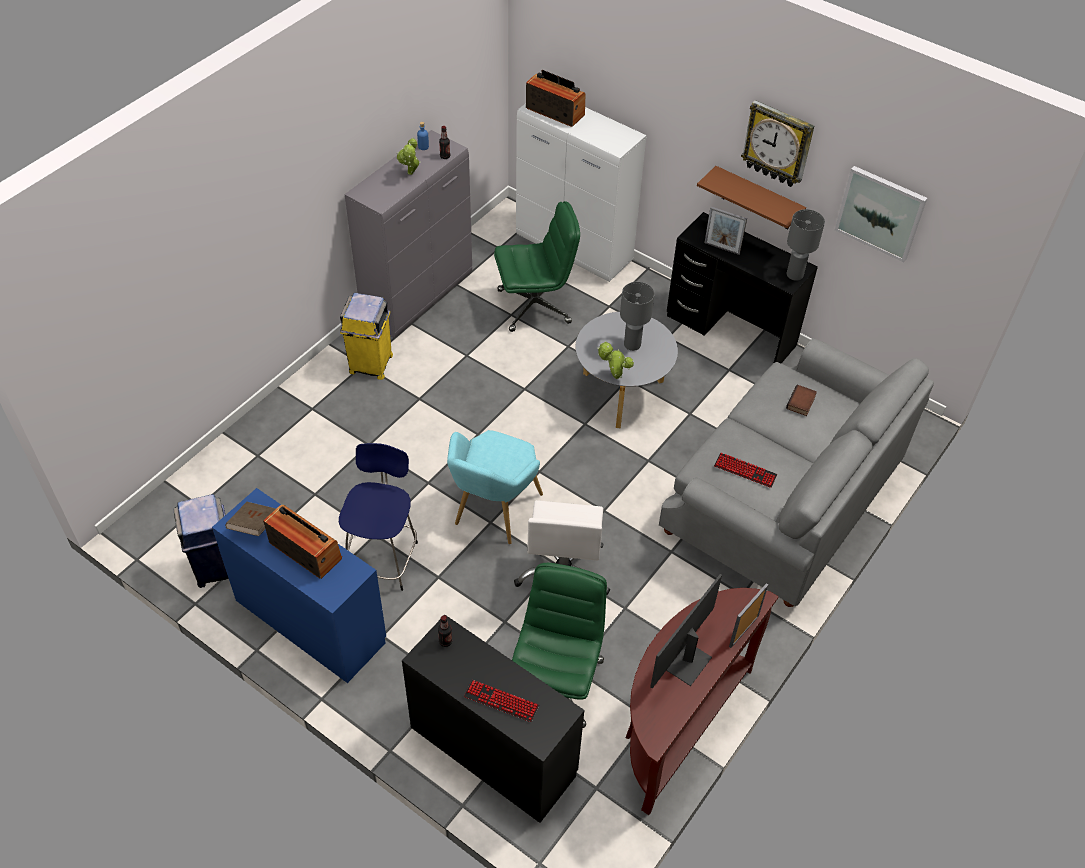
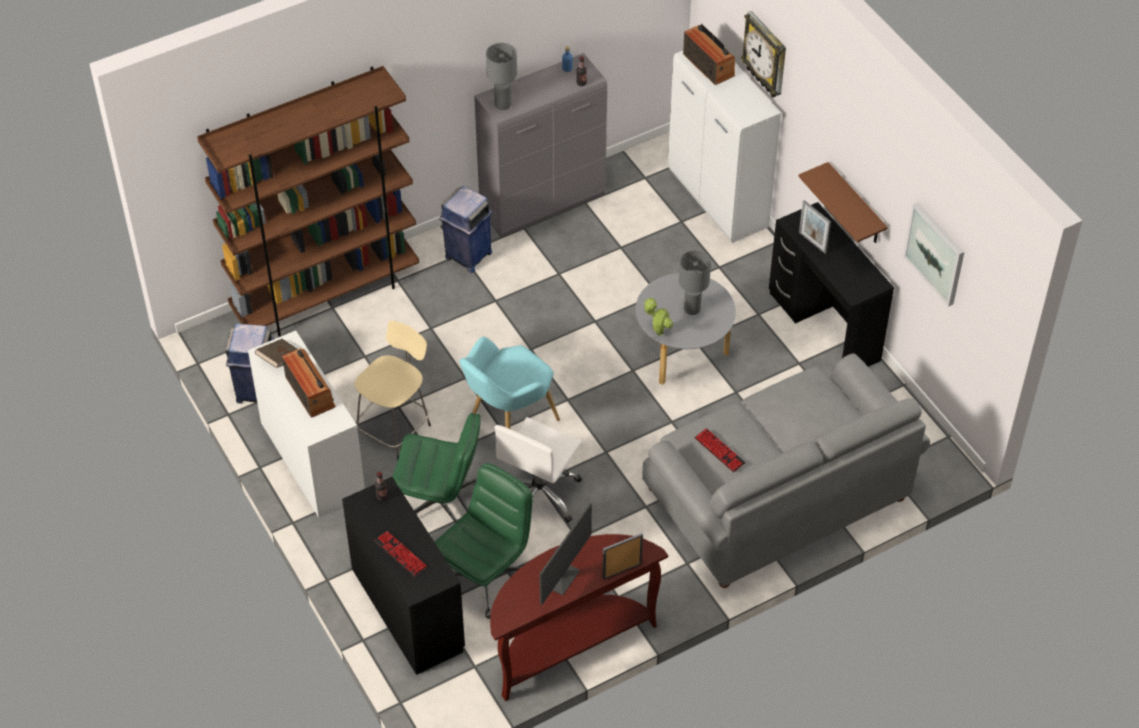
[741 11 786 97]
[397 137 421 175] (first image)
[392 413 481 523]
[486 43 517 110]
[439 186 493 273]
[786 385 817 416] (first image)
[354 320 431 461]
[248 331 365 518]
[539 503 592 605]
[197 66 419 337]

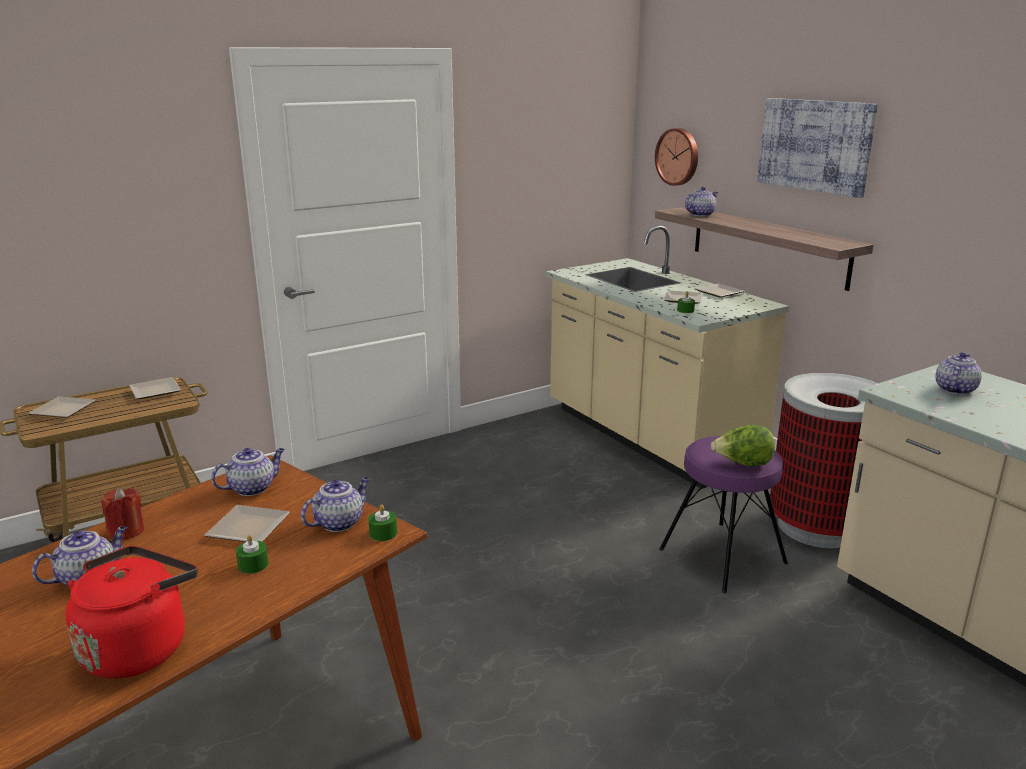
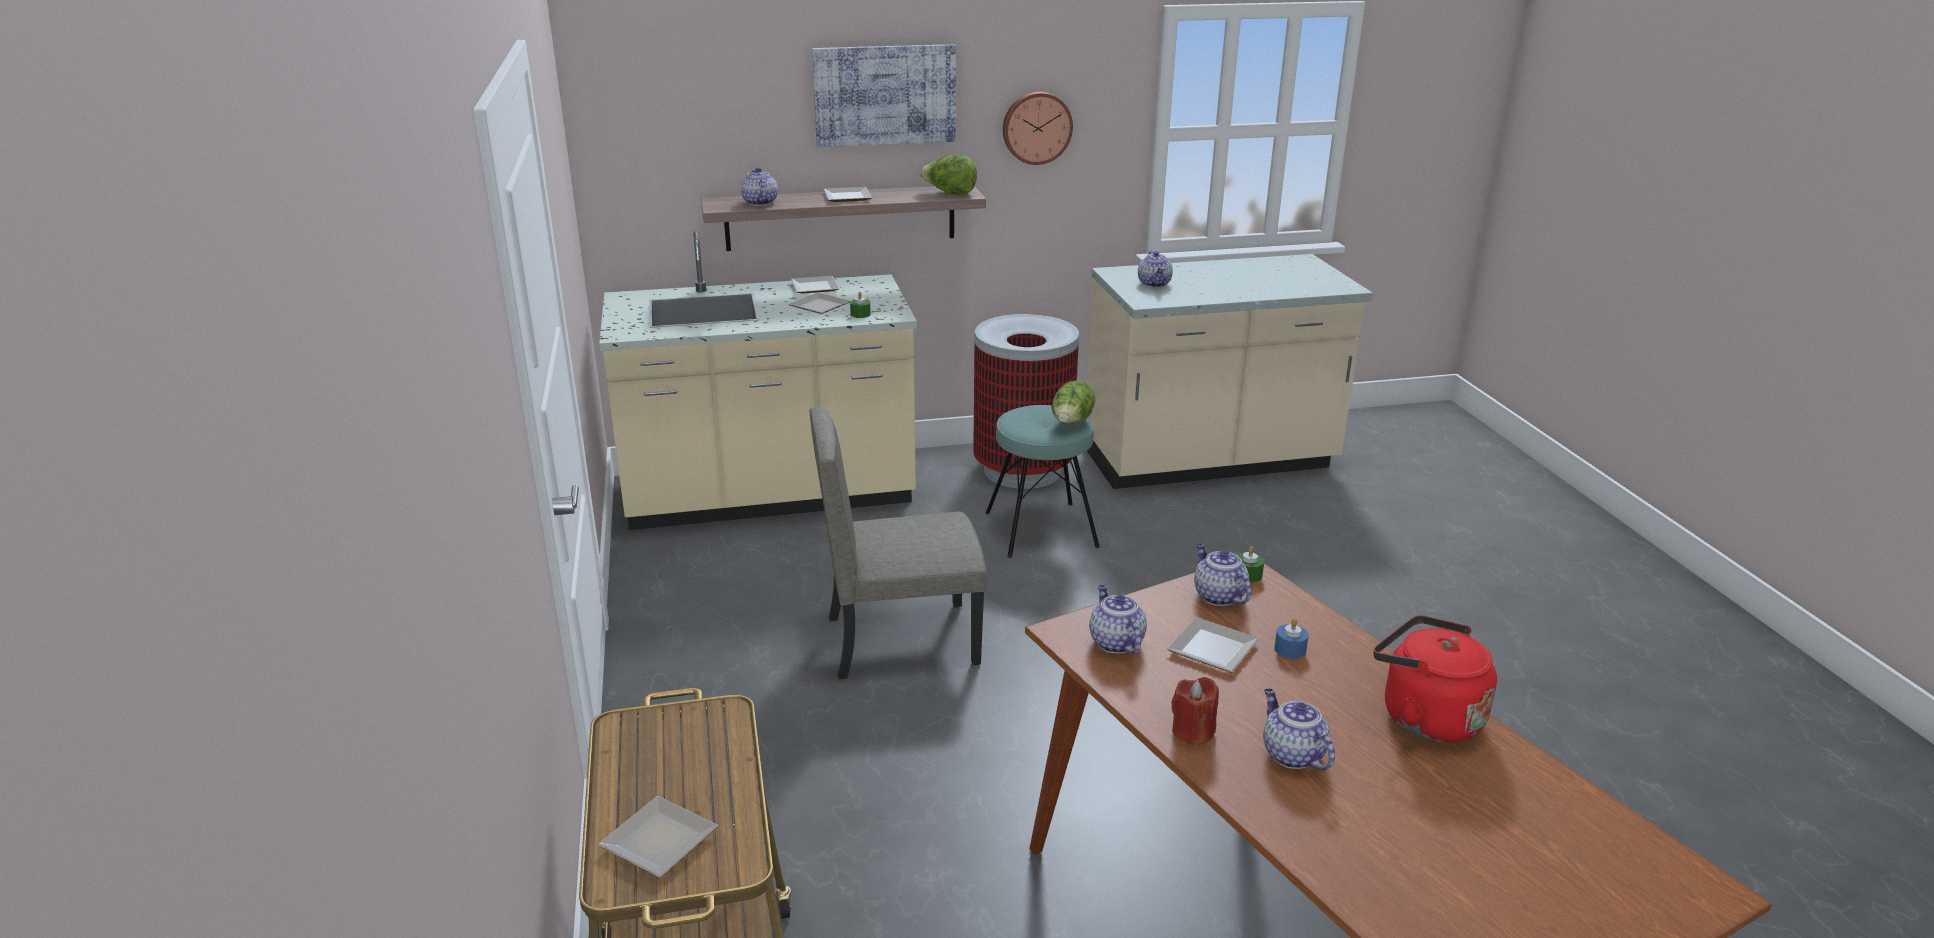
[1003 92 1073 165]
[1138 251 1173 288]
[824 187 872 202]
[985 405 1100 558]
[1274 618 1309 659]
[920 154 977 195]
[809 407 987 679]

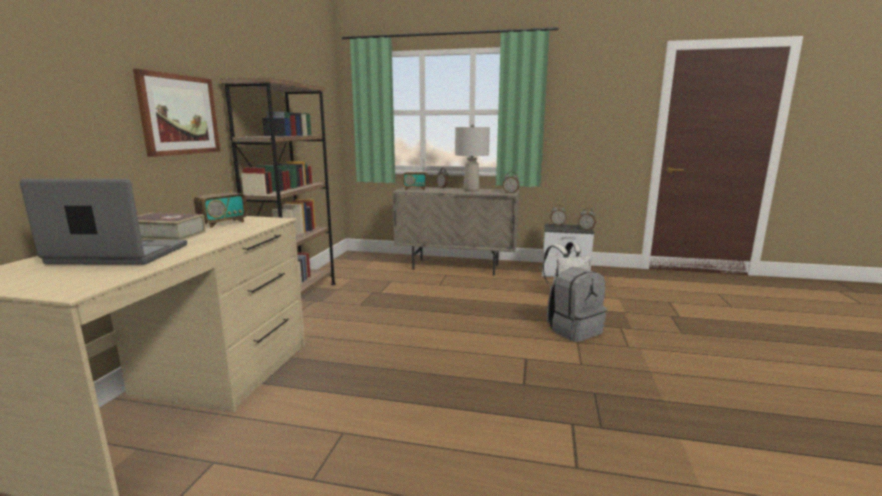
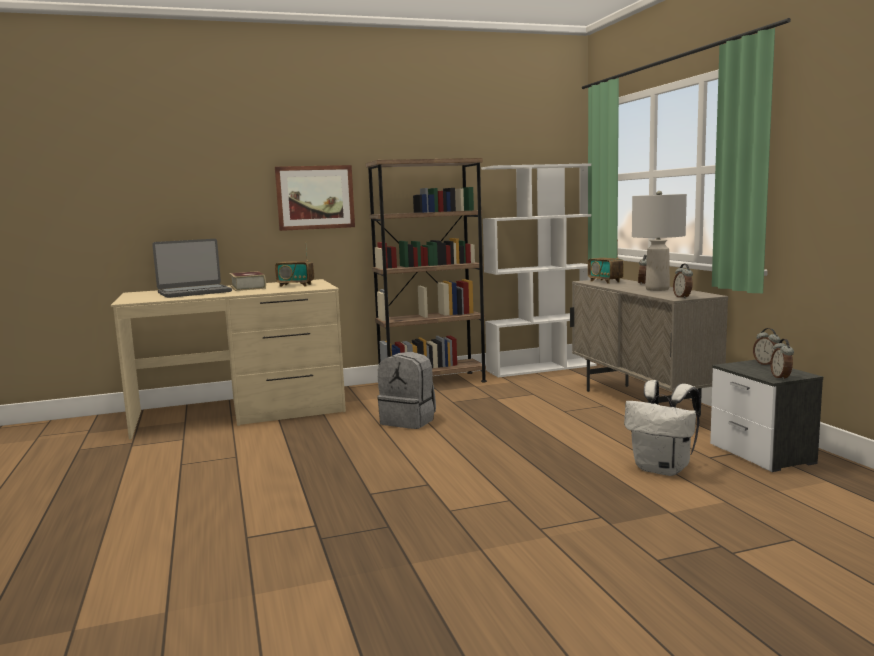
[152 239 232 298]
[377 352 436 429]
[481 163 597 377]

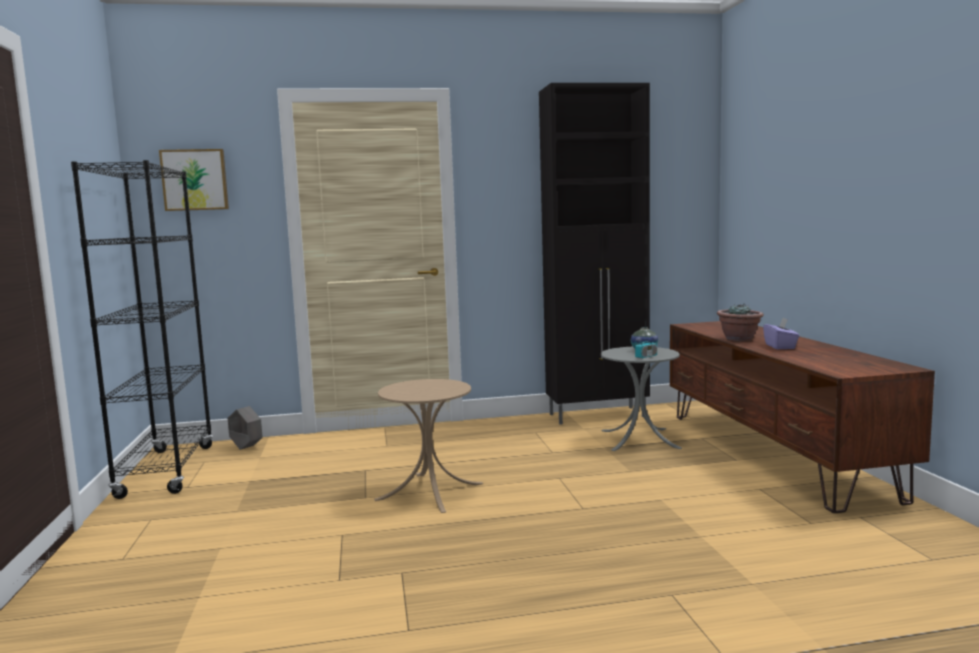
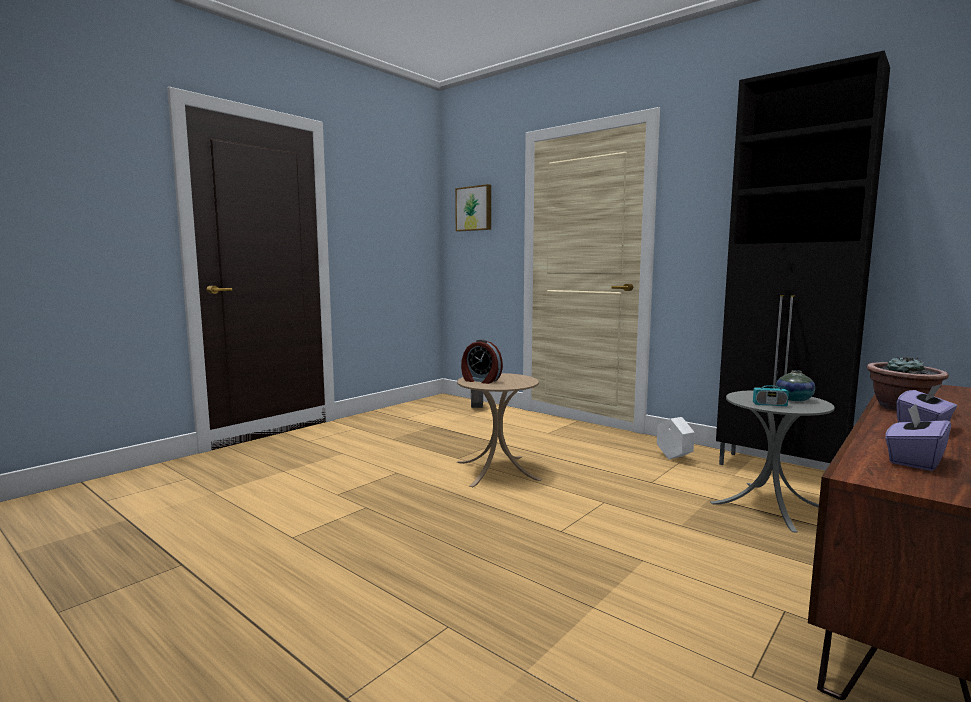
[71 160 213 499] (first image)
[461 339 503 384]
[885 404 951 471]
[657 417 695 459]

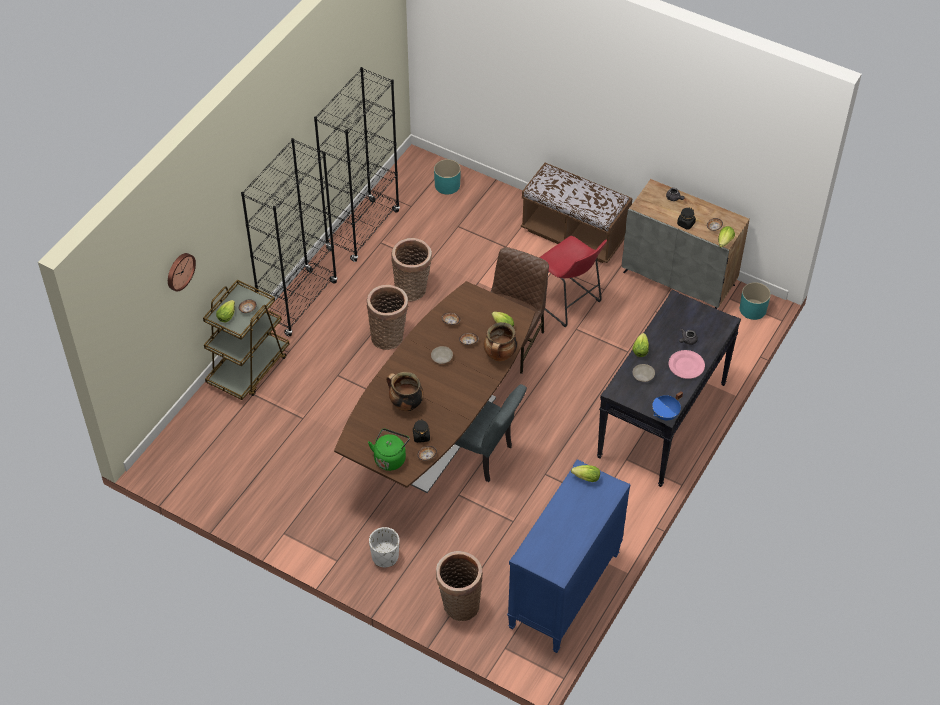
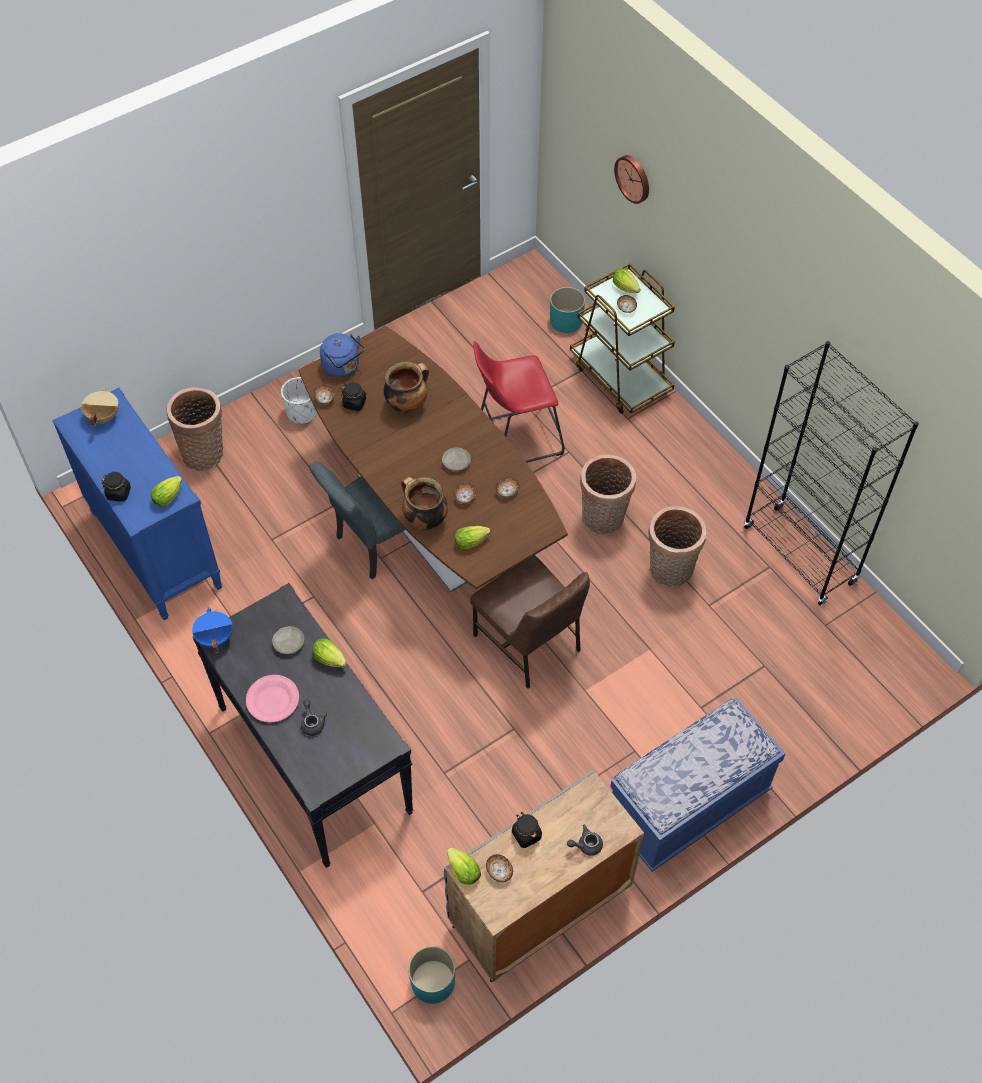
[241 138 338 337] (first image)
[550 287 585 333]
[610 698 786 872]
[473 341 565 463]
[320 333 365 377]
[81 387 118 426]
[102 472 131 502]

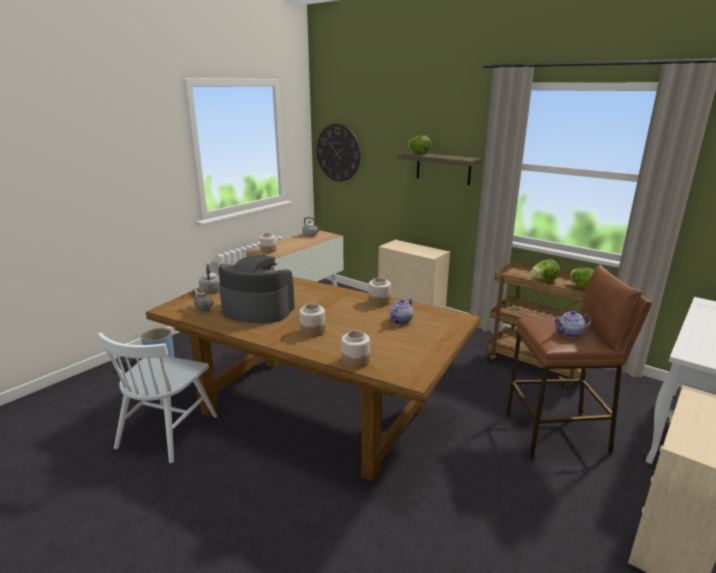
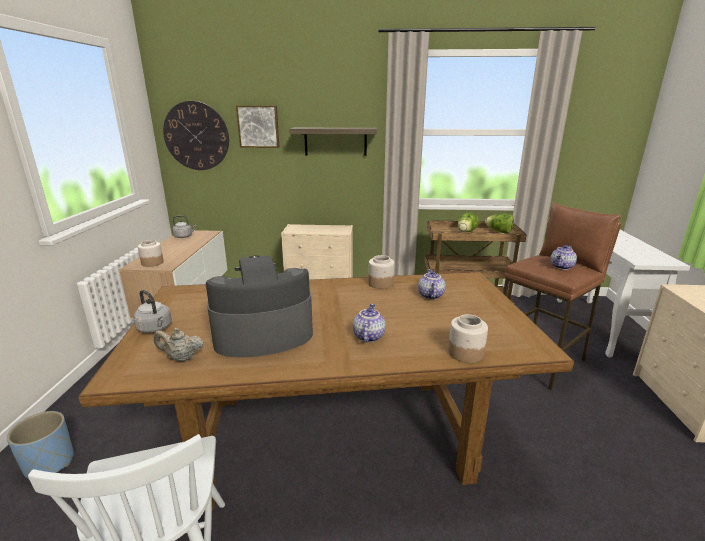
[408 135 431 154] (first image)
[353 304 386 342]
[236 106 279 148]

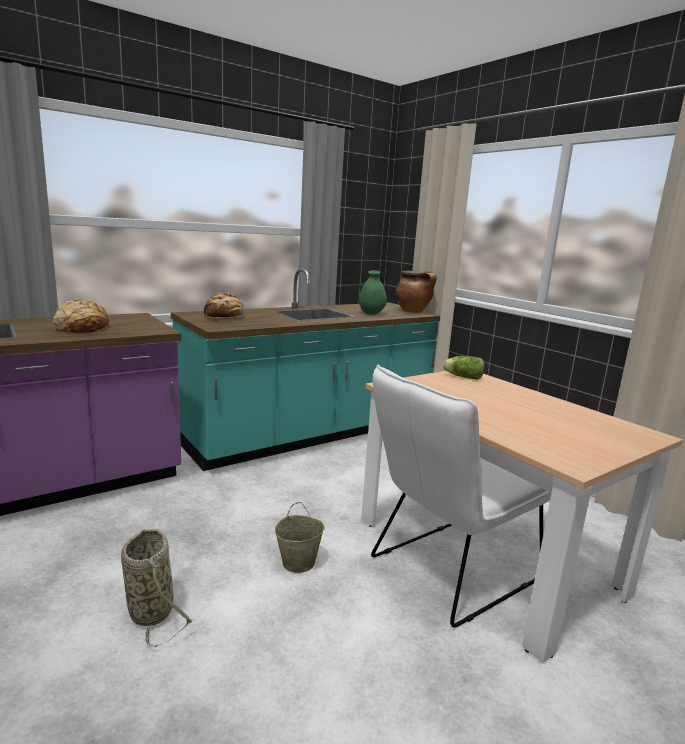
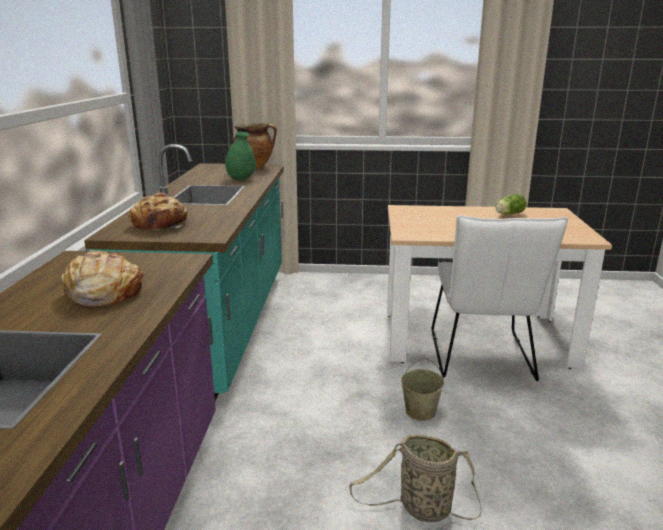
[495 194 527 214]

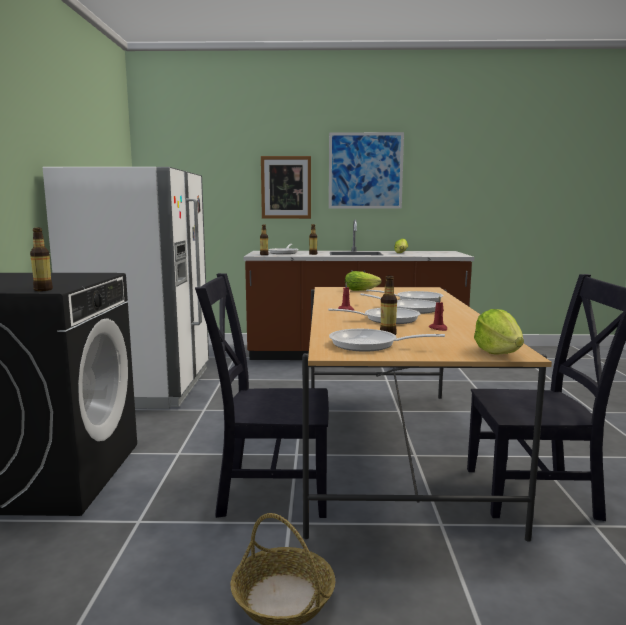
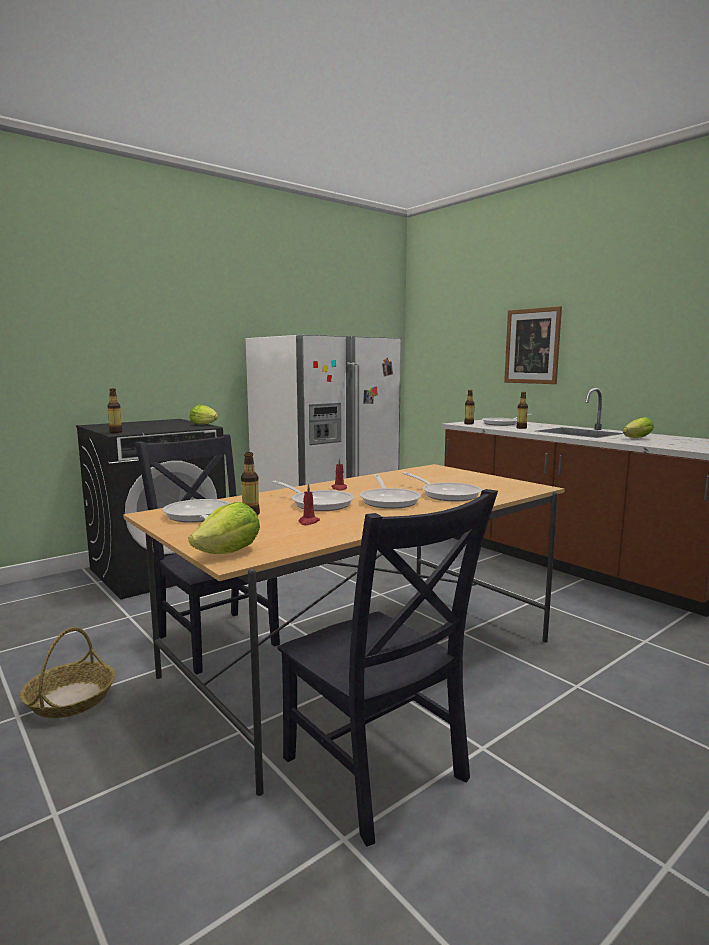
[329 132 404 209] (first image)
[189 405 219 425]

